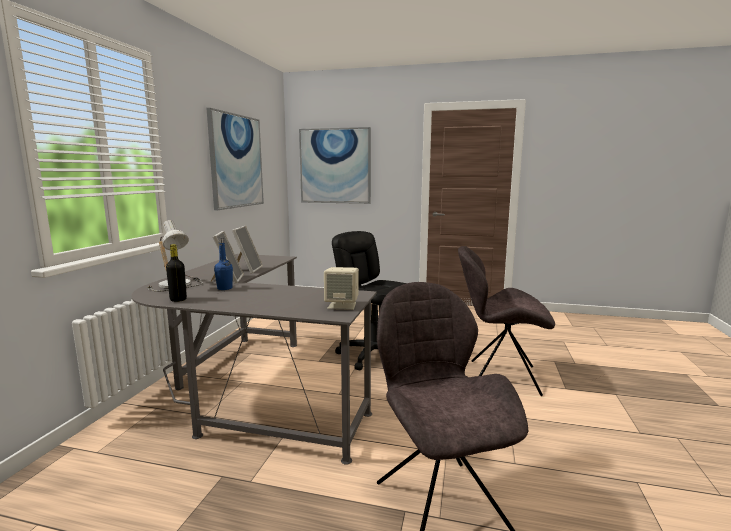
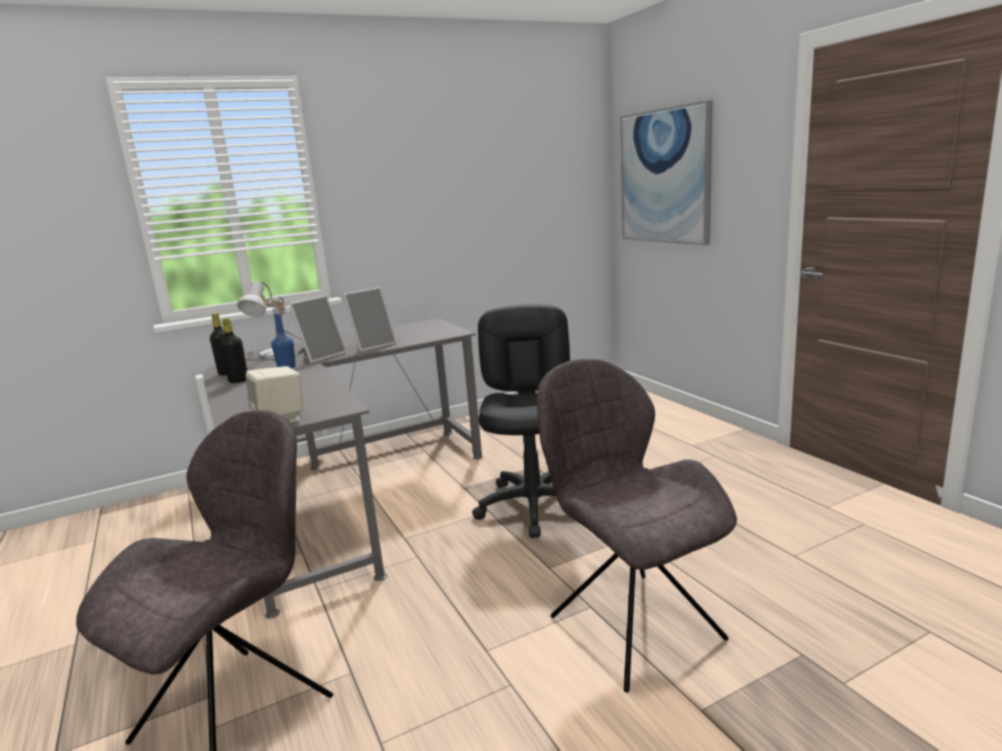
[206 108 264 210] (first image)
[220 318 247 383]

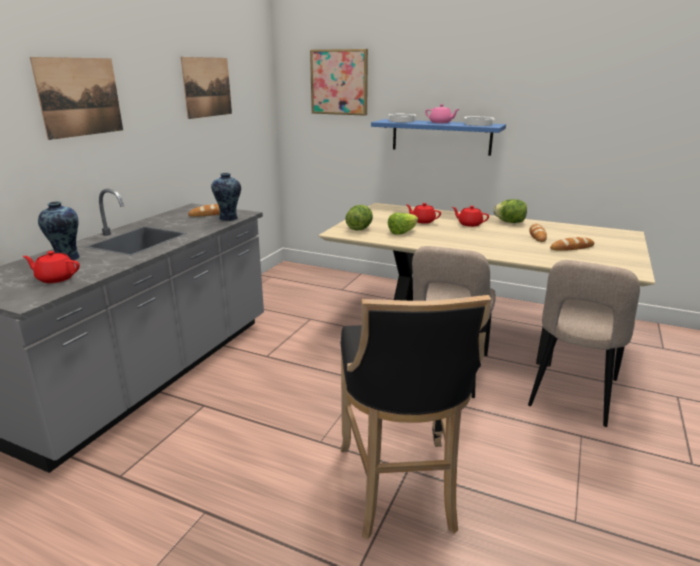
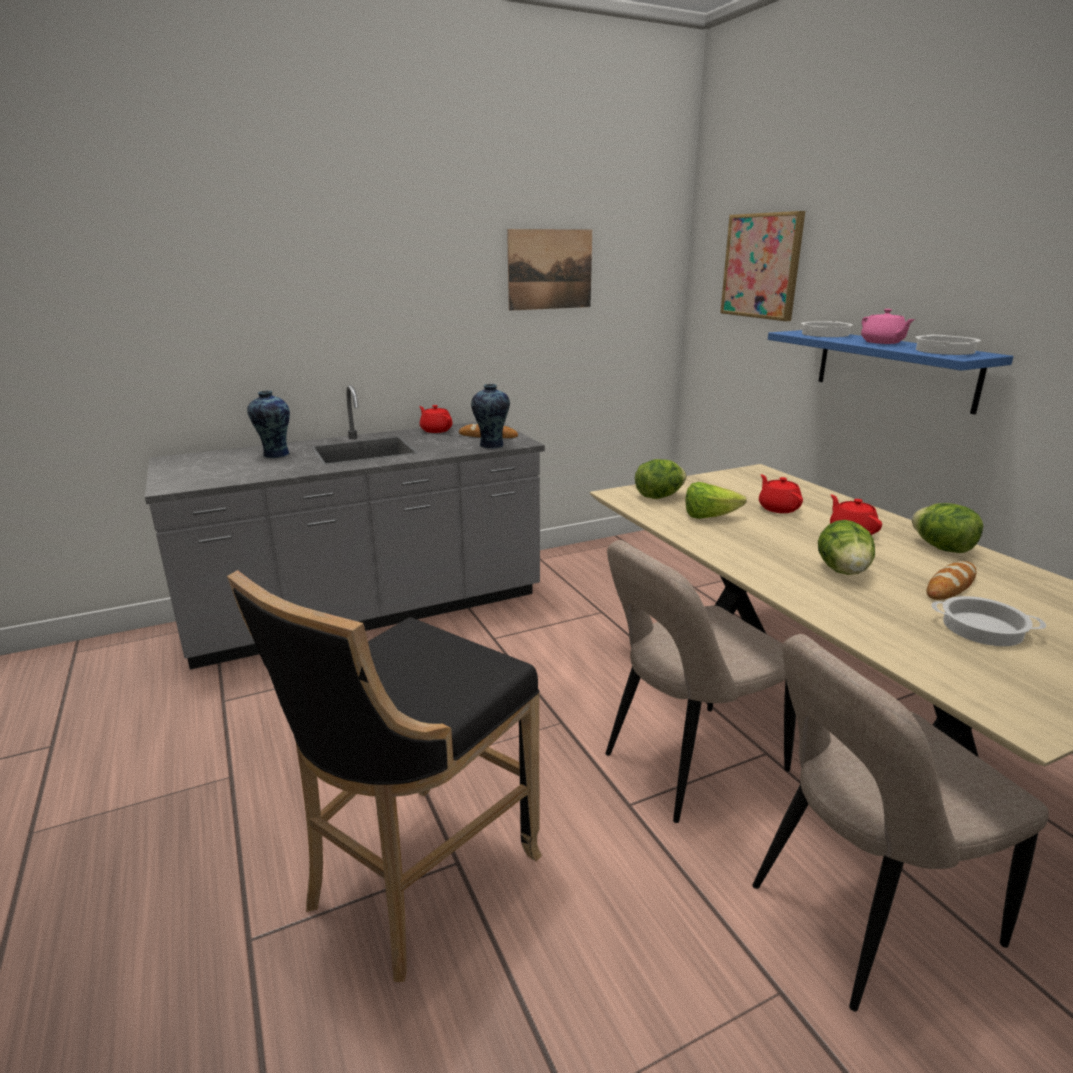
[30 57 123 140] (first image)
[931 596 1046 646]
[419 405 453 433]
[818 520 875 575]

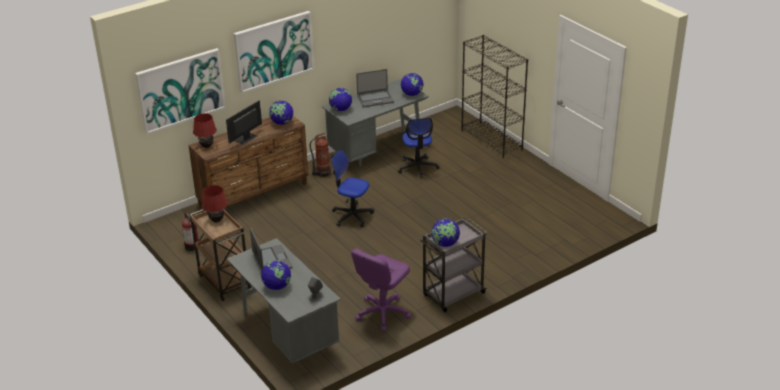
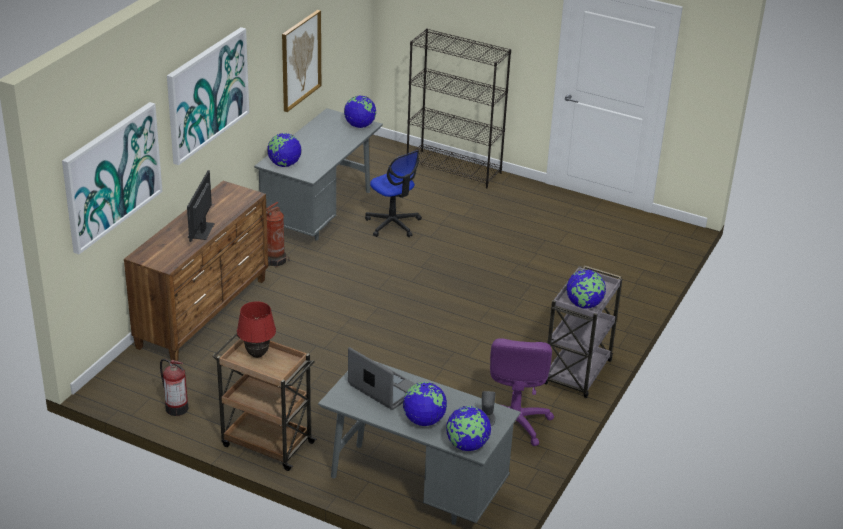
[356 69 394 107] (first image)
[446 406 491 451]
[193 113 217 148] (first image)
[331 150 374 227] (first image)
[282 10 321 112]

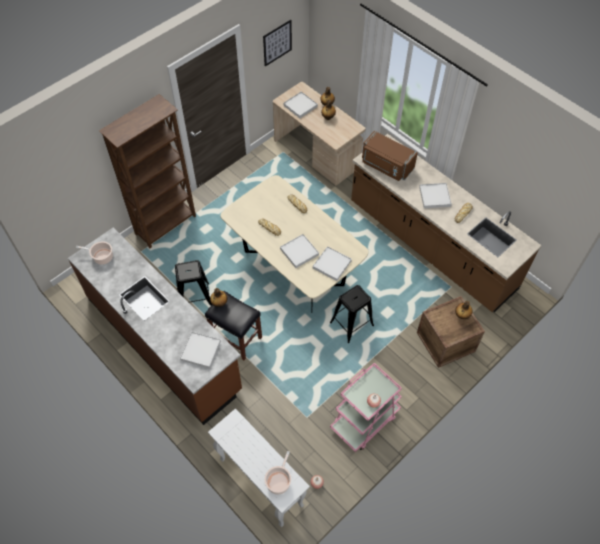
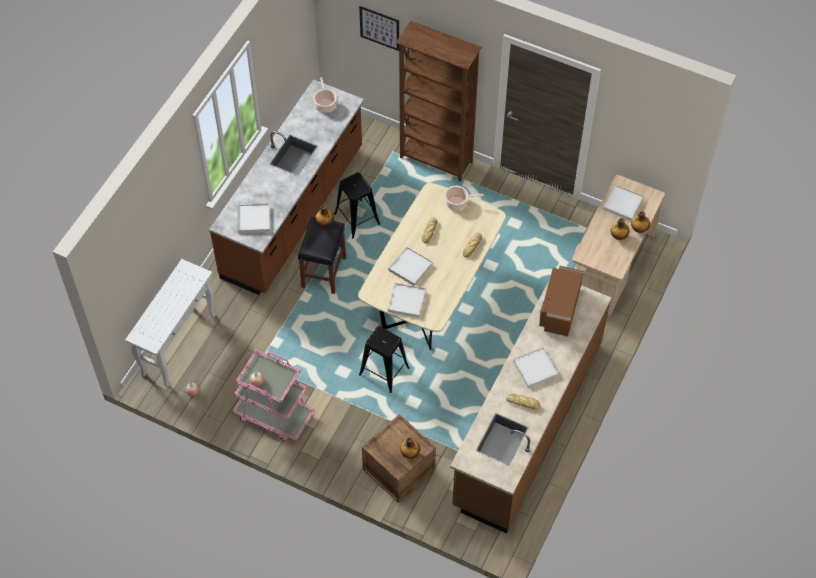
[359 6 399 51]
[444 186 484 210]

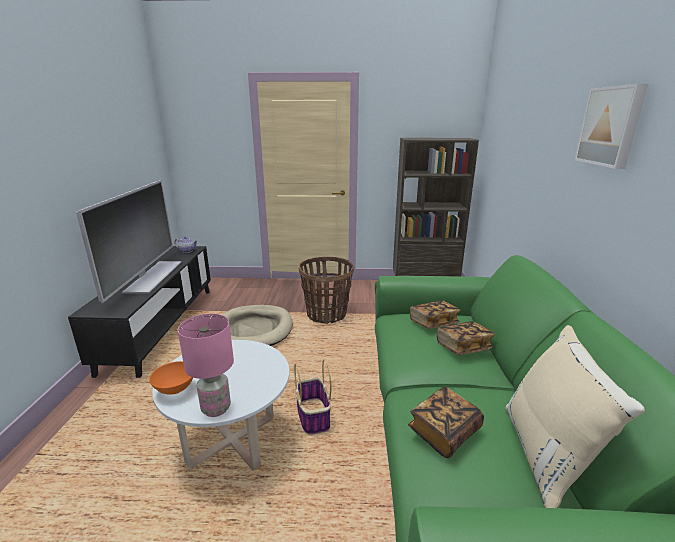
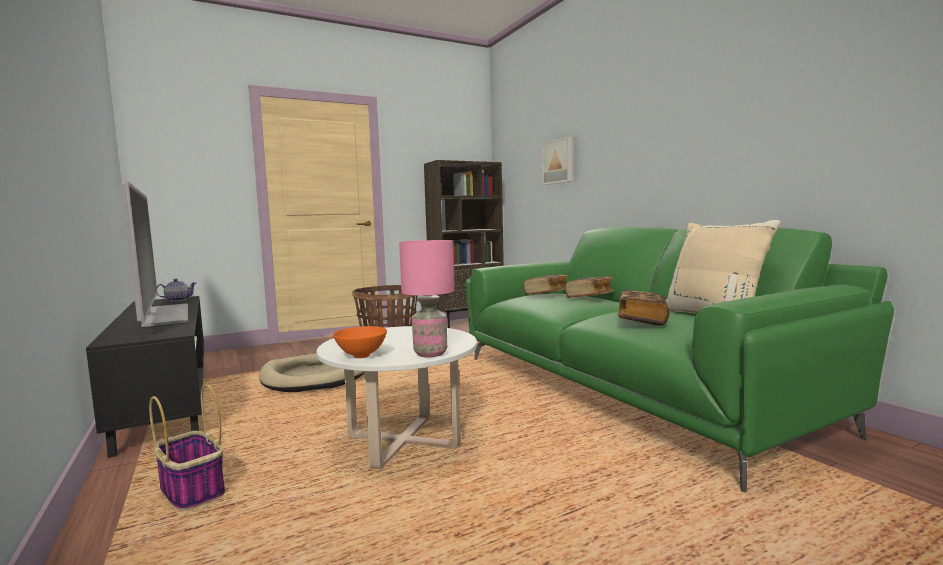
[542 137 573 185]
[149 384 225 510]

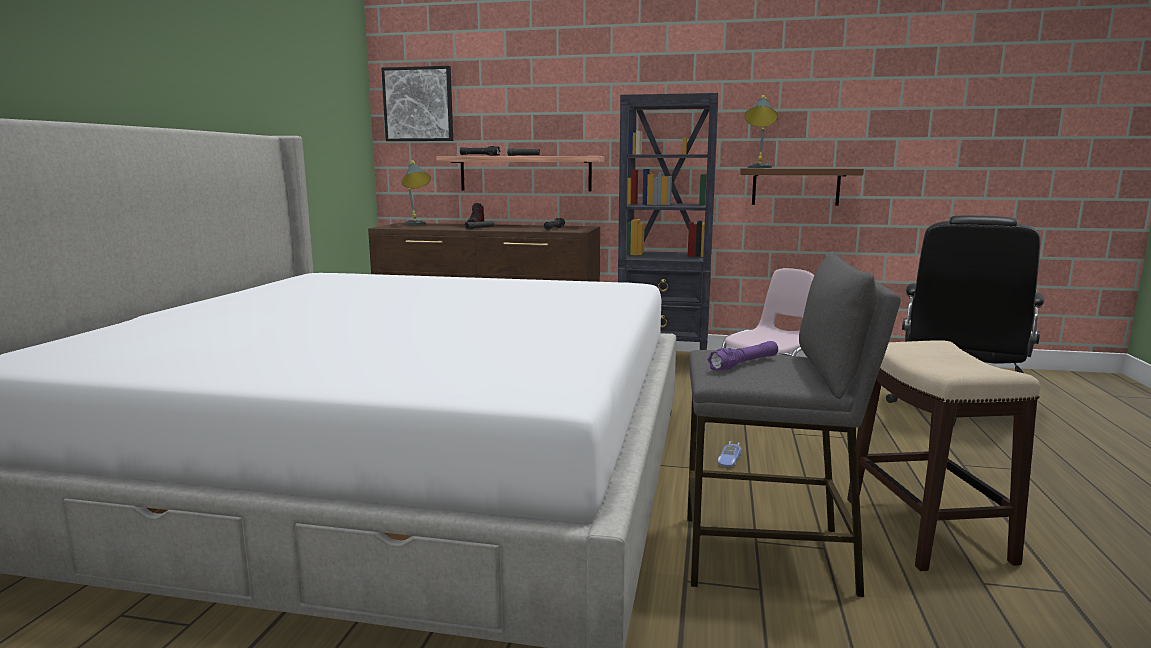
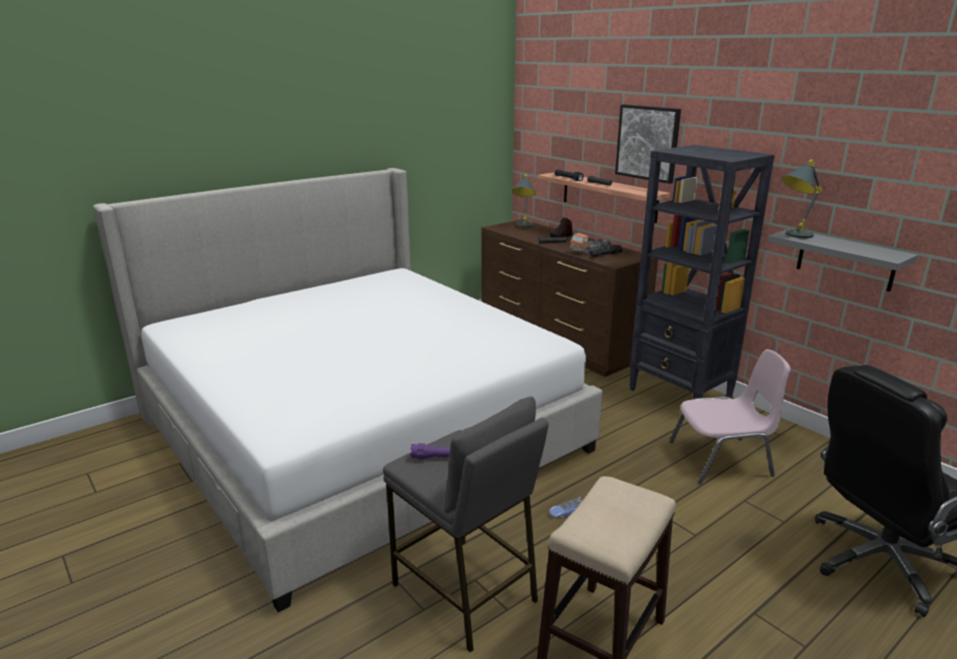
[615 104 681 184]
[767 229 918 292]
[569 233 612 255]

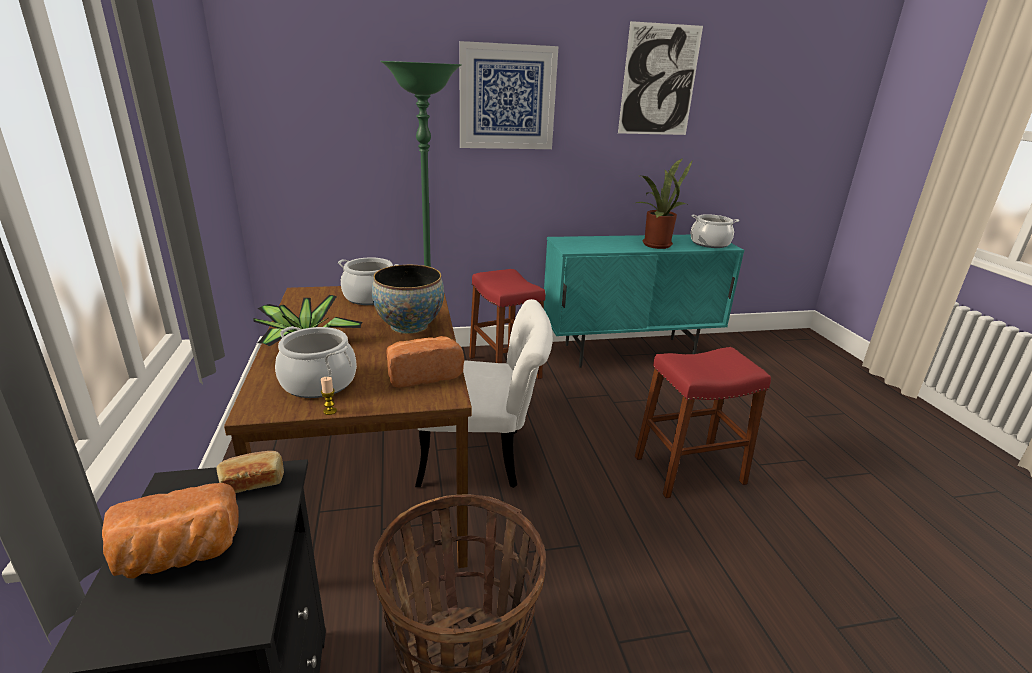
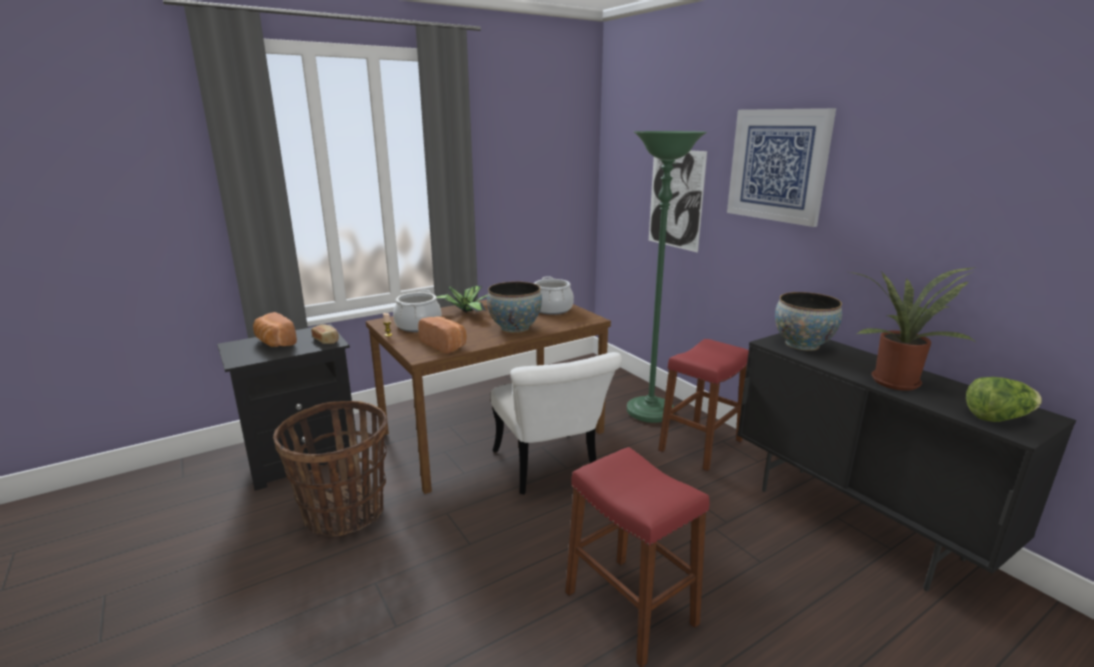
[649 150 707 253]
[966 377 1042 422]
[737 333 1076 591]
[775 292 842 351]

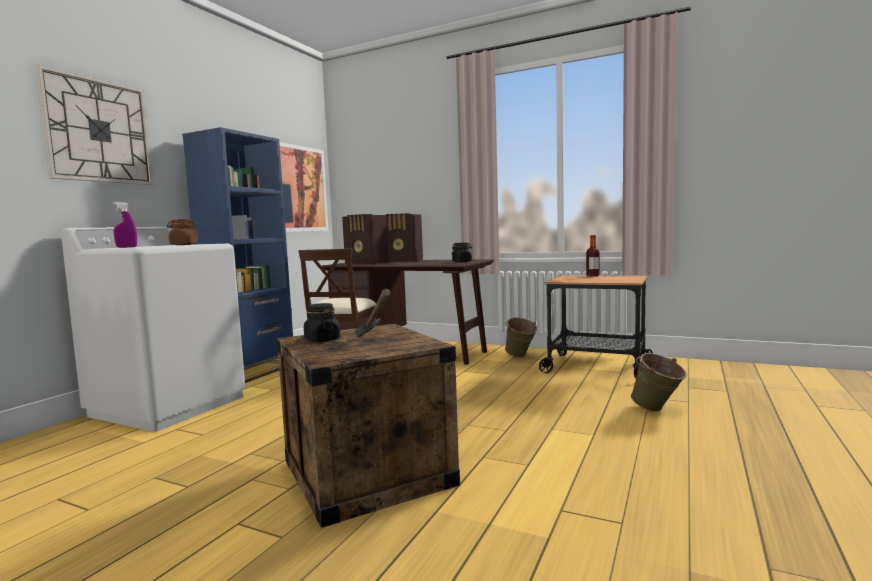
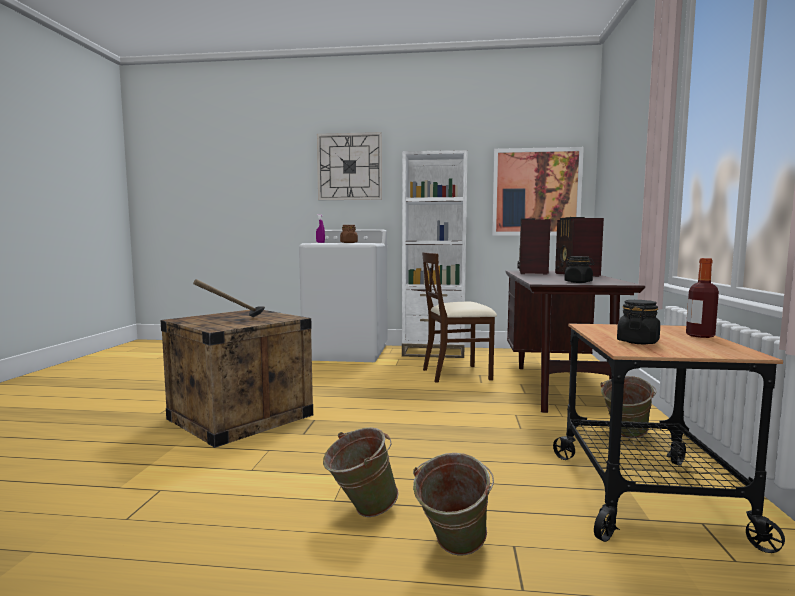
[402 150 468 358]
[617 300 660 344]
[323 427 399 517]

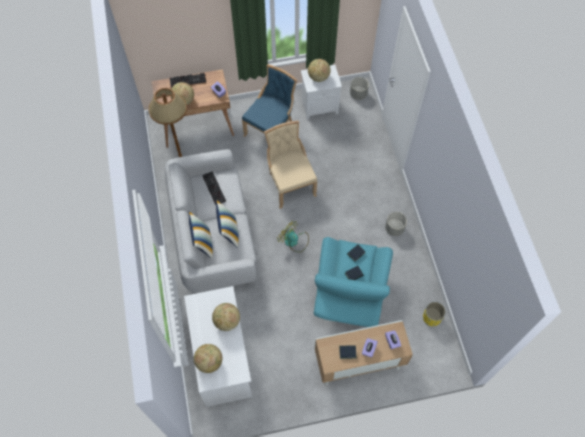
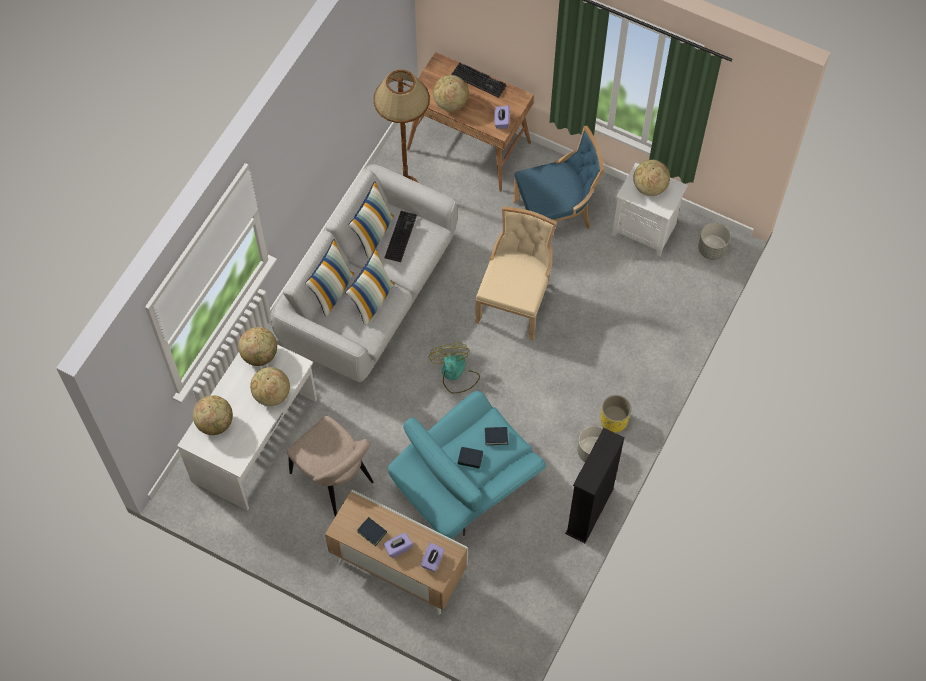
[601 395 632 433]
[349 181 394 259]
[238 327 277 366]
[287 416 373 517]
[565 428 625 543]

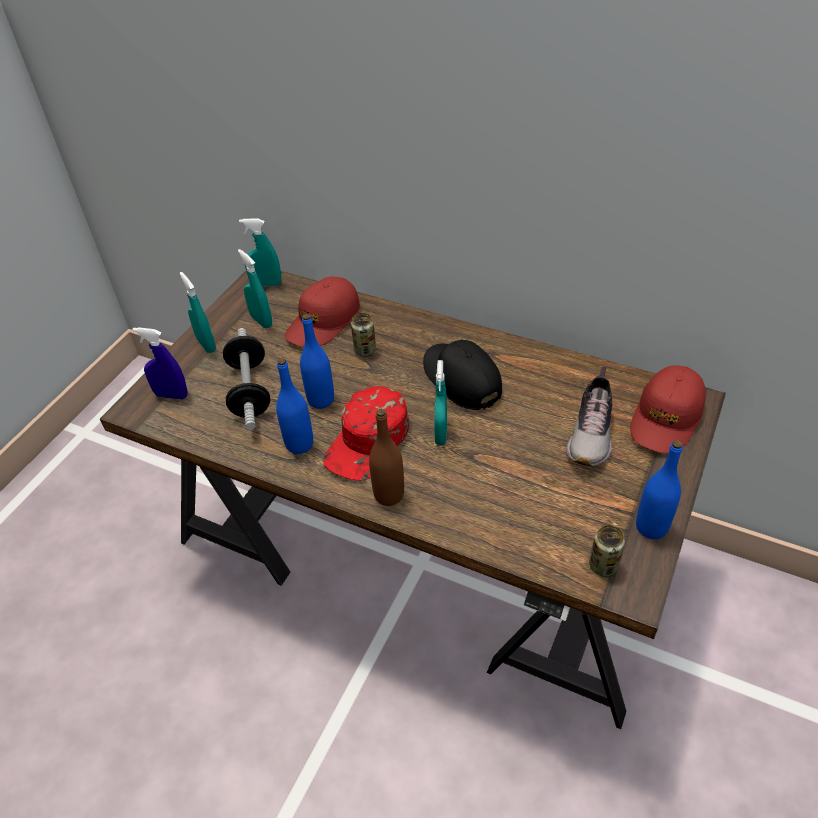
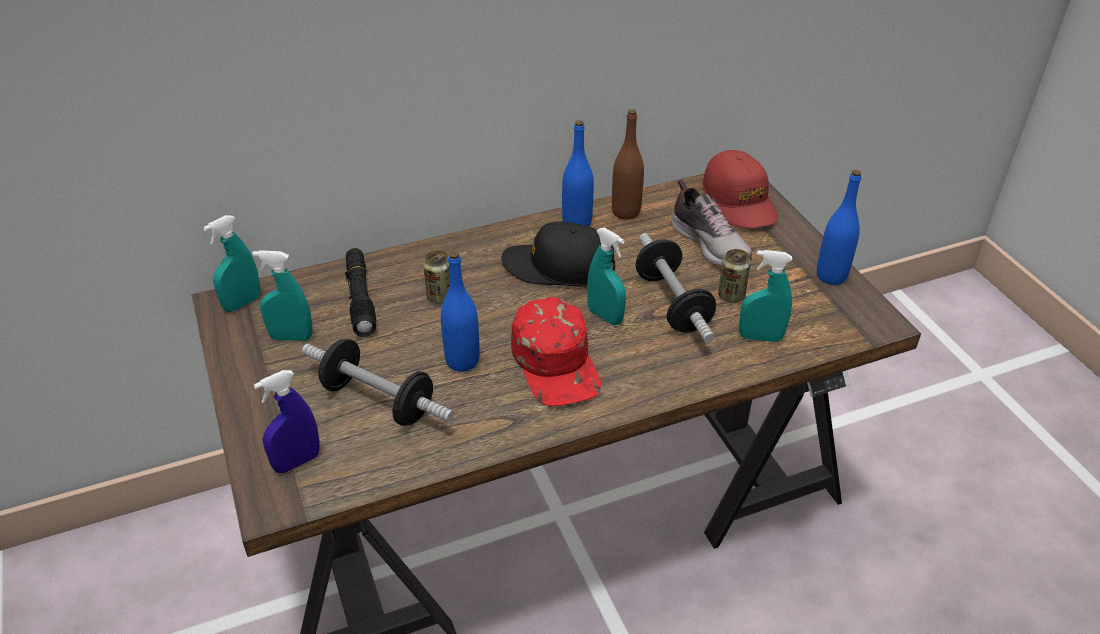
[739 250 792 342]
[345 248 376 337]
[562 120 594 227]
[612 109 644 220]
[718 249 751 303]
[636 233 716 343]

